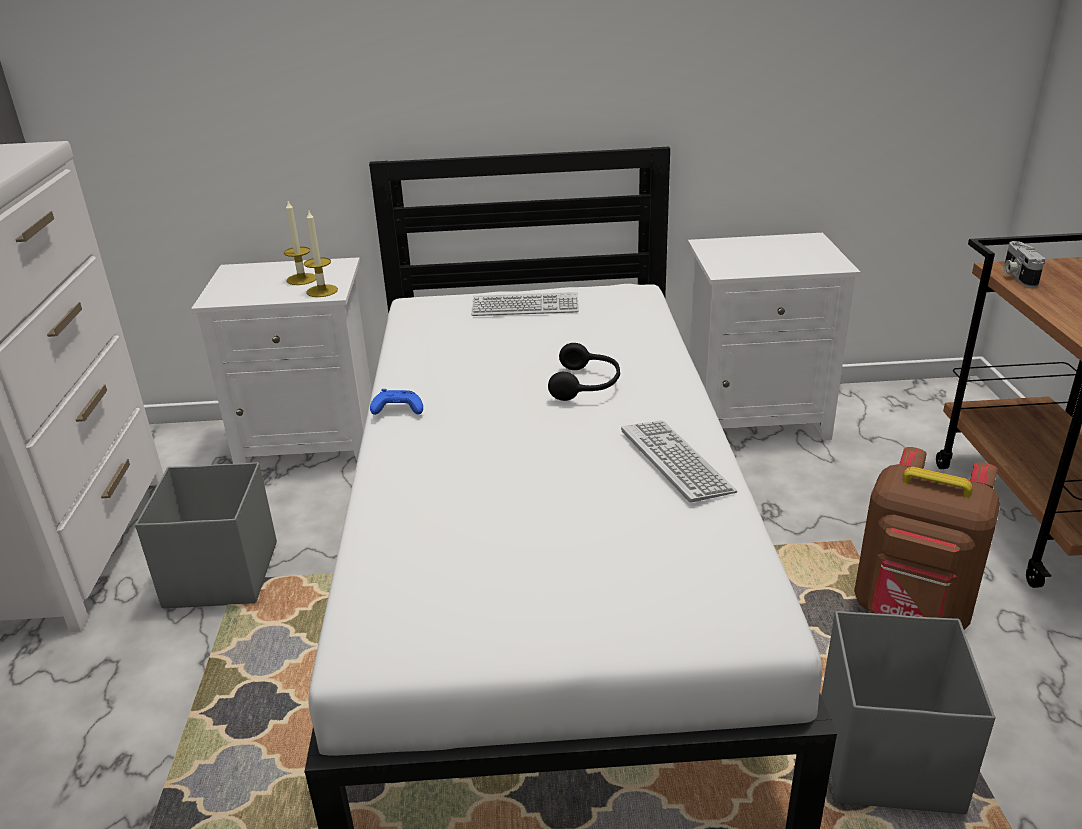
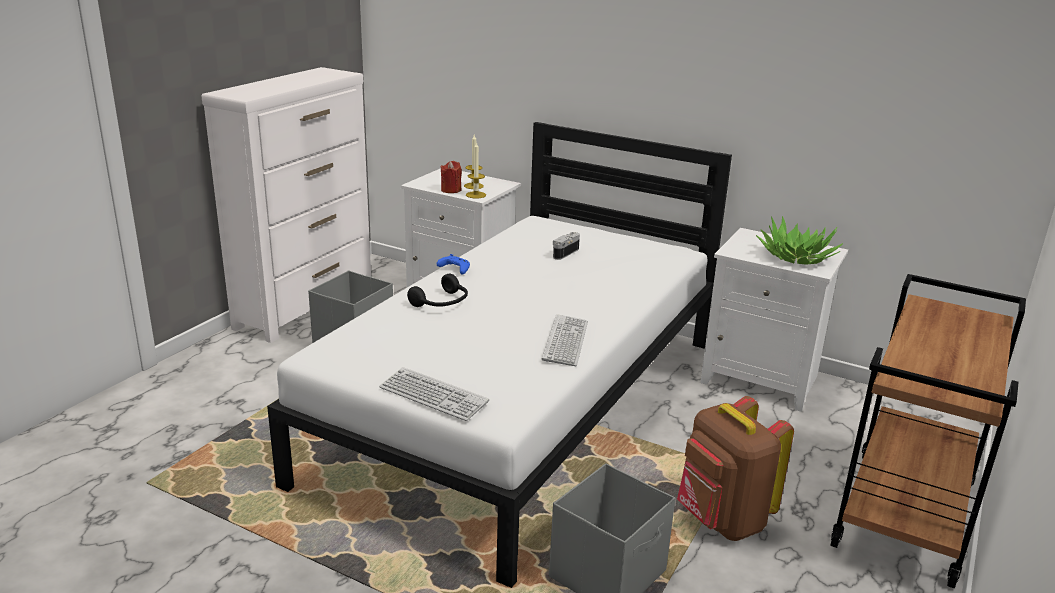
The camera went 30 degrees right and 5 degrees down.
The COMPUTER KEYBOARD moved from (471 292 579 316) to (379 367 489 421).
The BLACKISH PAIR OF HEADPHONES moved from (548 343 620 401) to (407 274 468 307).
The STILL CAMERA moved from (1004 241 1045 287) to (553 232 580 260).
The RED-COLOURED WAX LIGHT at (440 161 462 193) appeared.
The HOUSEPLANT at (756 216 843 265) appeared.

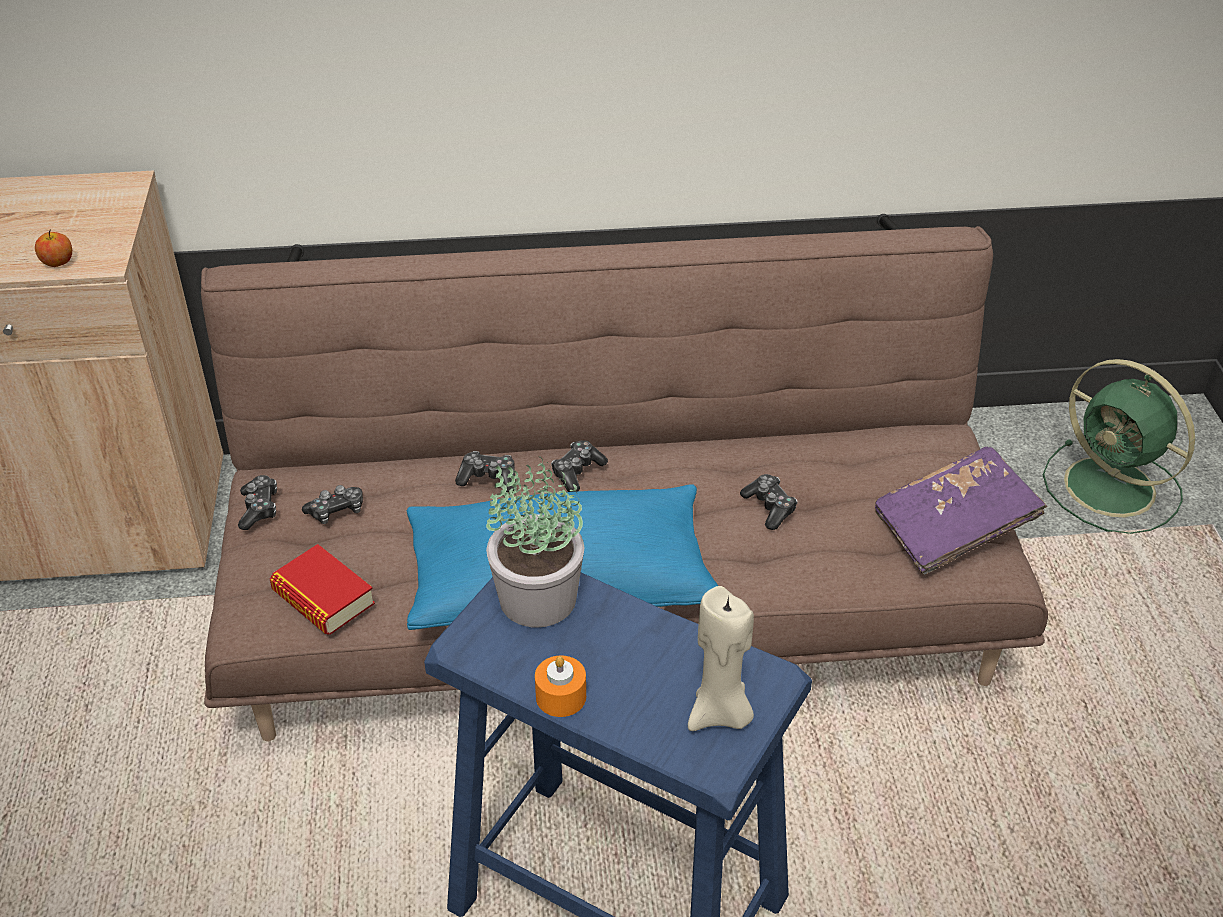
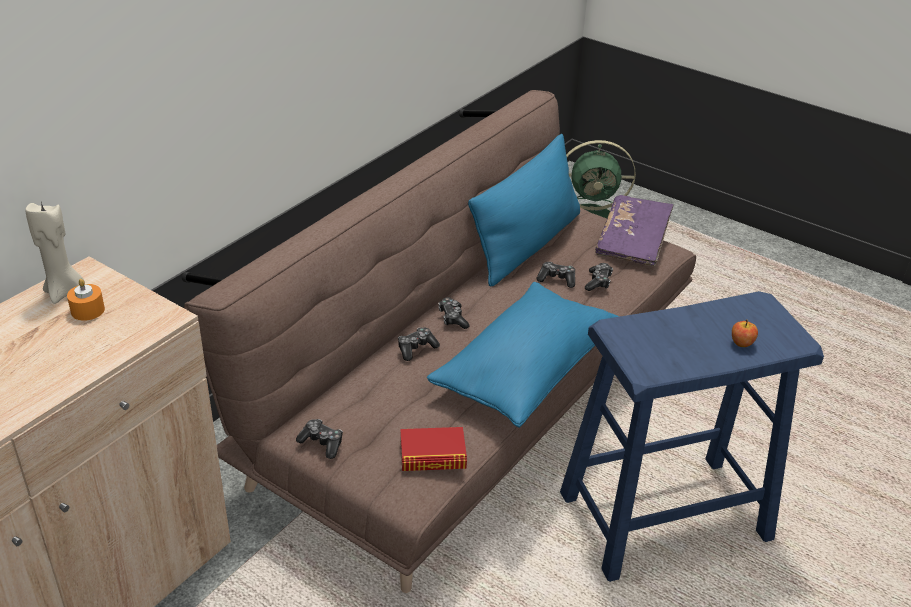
The camera went 50 degrees left and 5 degrees down.
The WHOLE APPLE moved from (35 230 72 267) to (732 319 758 347).
The GAME CONTROLLER moved from (302 485 363 524) to (585 263 613 291).
The HOUSEPLANT at (486 456 585 627) disappeared.
The ORANGE-COLOURED WAX LIGHT moved from (535 655 586 717) to (67 279 105 321).
The BEIGE-COLOURED WAX LIGHT moved from (688 586 754 731) to (25 202 85 304).
The BLUE-COLOURED THROW PILLOW at (468 134 580 287) appeared.

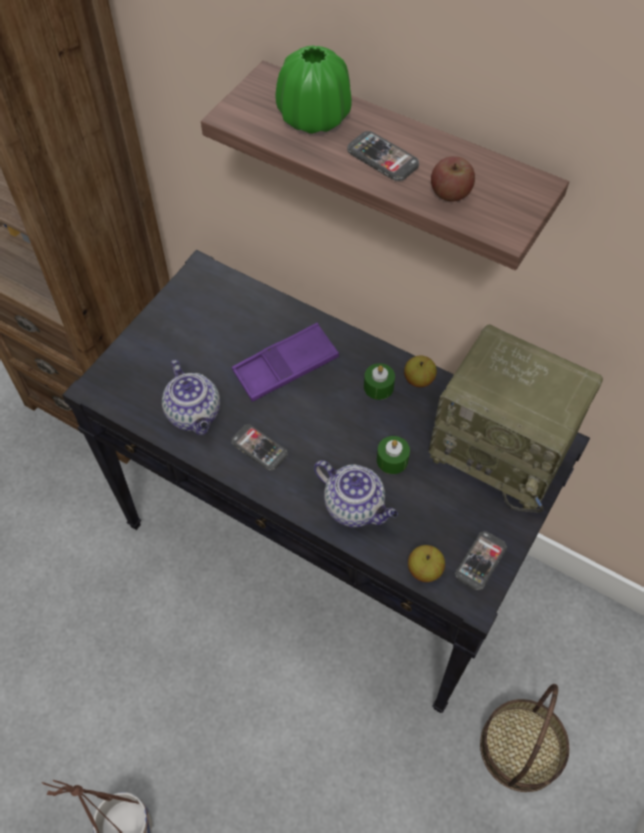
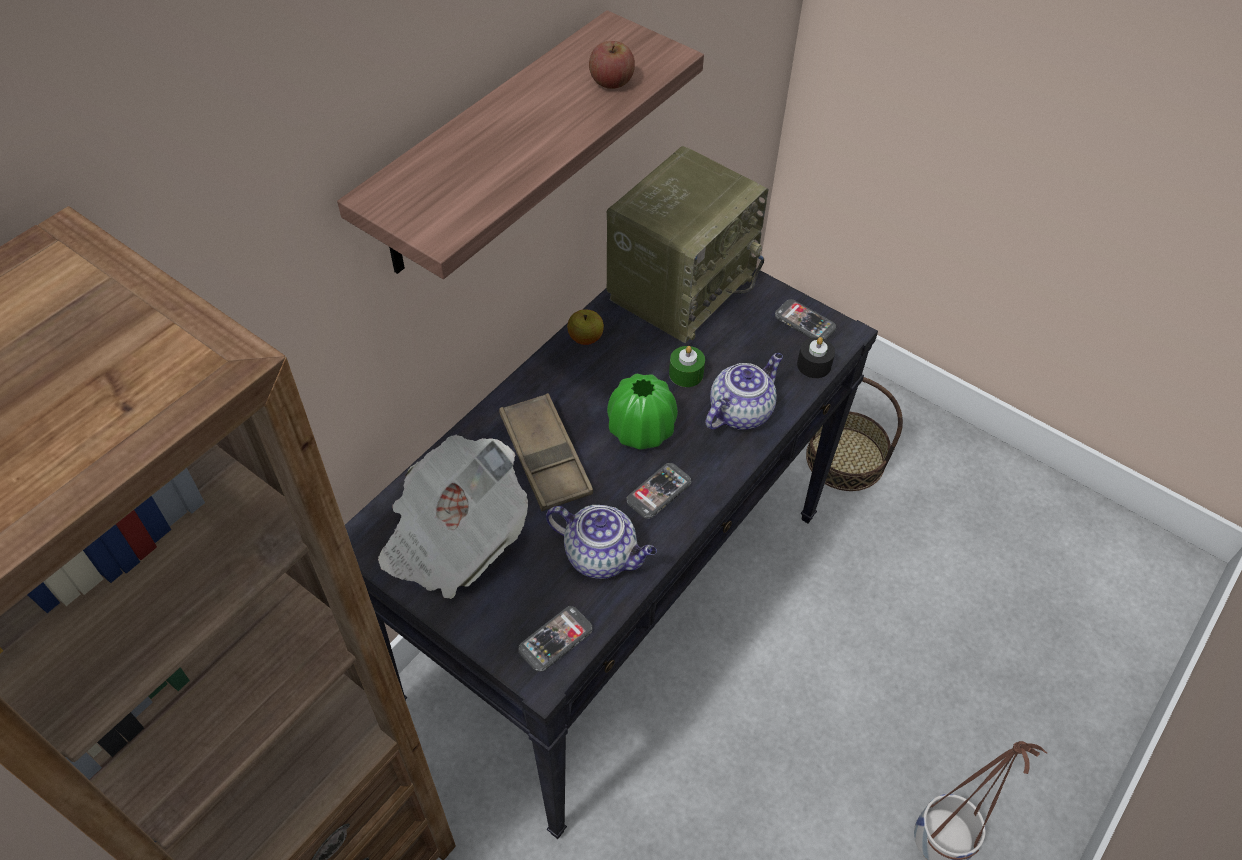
The camera went 85 degrees left and 5 degrees down.
The TEAPOT at (162 360 220 435) turned 45 degrees clockwise.
The PURPLISH TRAY at (232 323 339 402) became the BROWN TRAY at (499 393 593 511).
The GREEN VASE moved from (275 45 352 134) to (607 374 678 450).
The PHONE moved from (347 131 419 181) to (519 606 592 672).
The GREEN WAX LIGHT at (364 363 395 400) disappeared.
The WHOLE APPLE at (408 545 445 582) was replaced by the BLACKISH WAX LIGHT at (797 337 835 378).
The DAILY PAPER at (378 435 528 599) appeared.

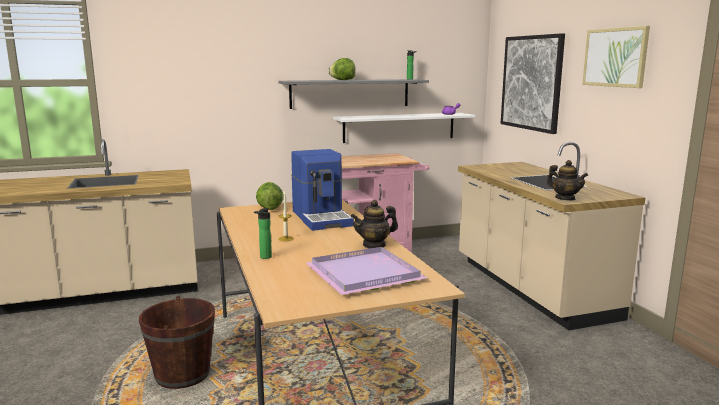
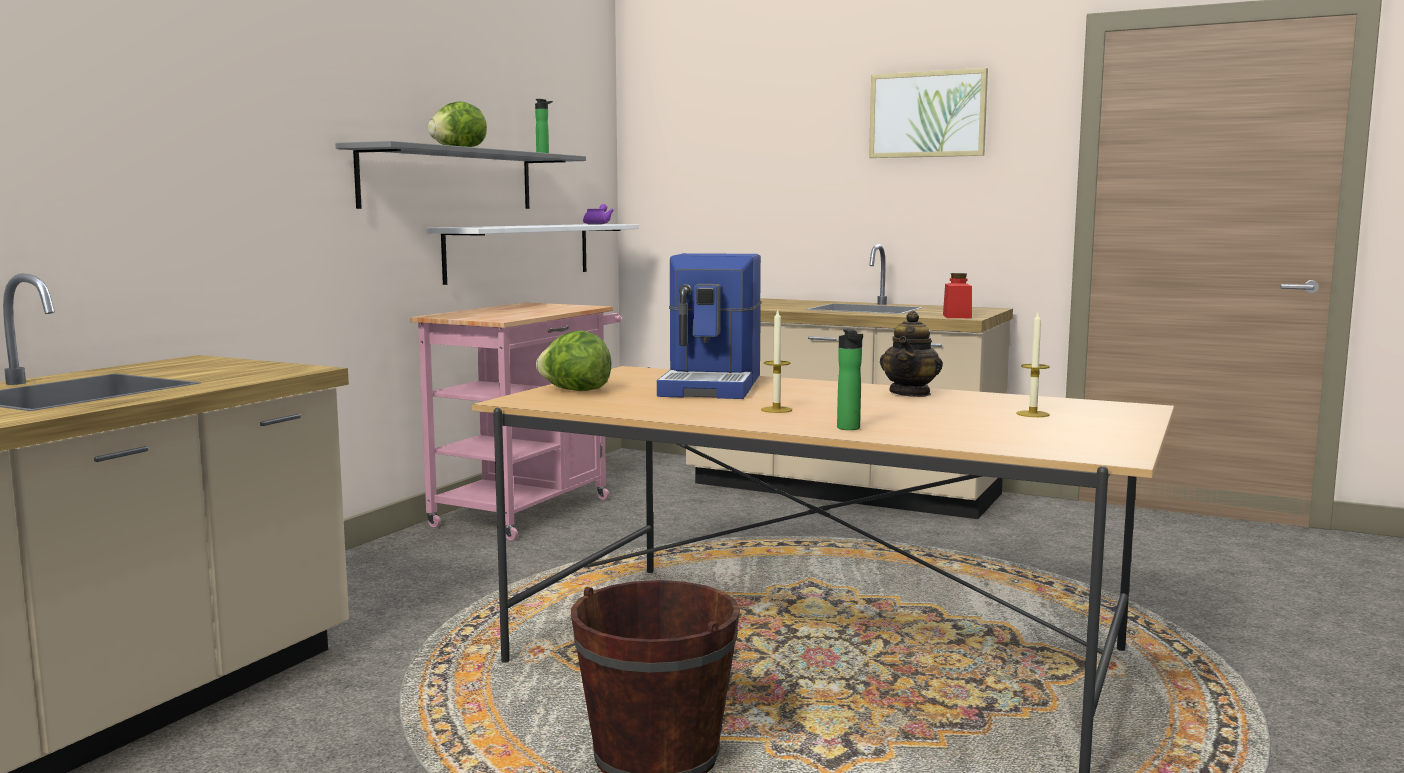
The camera went 45 degrees left and 5 degrees down.
The COFFEE MACHINE at (291 149 354 231) turned 75 degrees clockwise.
The PURPLISH TRAY at (306 247 428 295) was replaced by the WAX LIGHT at (1016 313 1050 417).
The PICTURE at (501 33 565 134) disappeared.
The TEAPOT at (547 160 588 200) was replaced by the RED-COLOURED STORAGE JAR at (943 273 972 318).

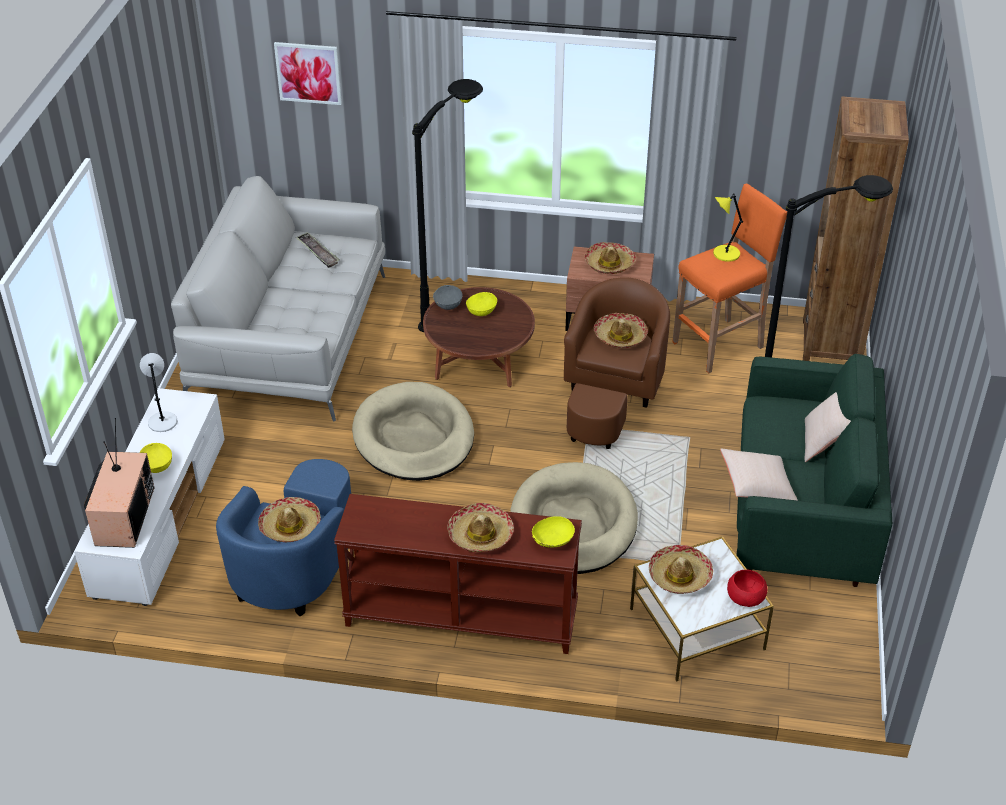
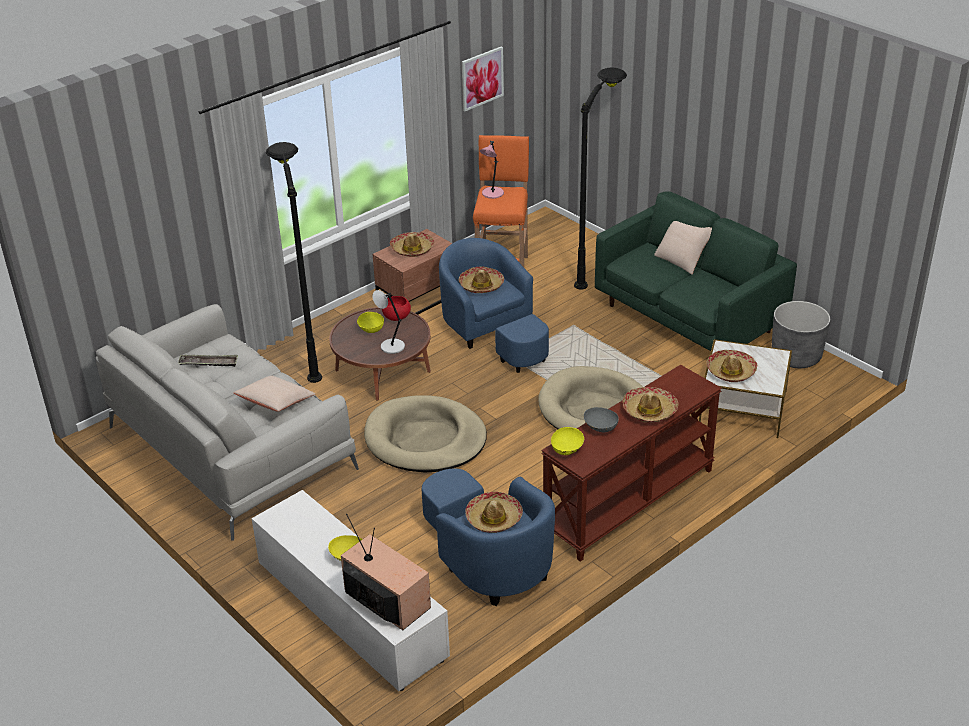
The camera went 50 degrees left and 5 degrees down.
The GREY TABLE LAMP moved from (140 353 178 432) to (372 290 405 354).
The PICTURE moved from (274 42 342 105) to (462 46 504 111).
The GREY SERVING BOWL moved from (433 285 463 310) to (583 407 619 432).
The YELLOW-COLOURED SERVING BOWL moved from (532 516 575 548) to (551 427 584 455).
The BROWN EASY CHAIR at (564 277 670 449) became the BLUE-COLOURED EASY CHAIR at (439 238 549 373).
The YELLOW-COLOURED TABLE LAMP at (713 193 743 262) became the PINKISH TABLE LAMP at (480 141 504 199).
The BEIGE-COLOURED THROW PILLOW moved from (720 449 798 501) to (233 376 315 412).
The RED-COLOURED SERVING BOWL moved from (727 570 767 607) to (382 296 411 321).
The BROWN BOOKCASE at (803 96 909 361) disappeared.
The GREY PLANT POT at (772 301 830 368) appeared.

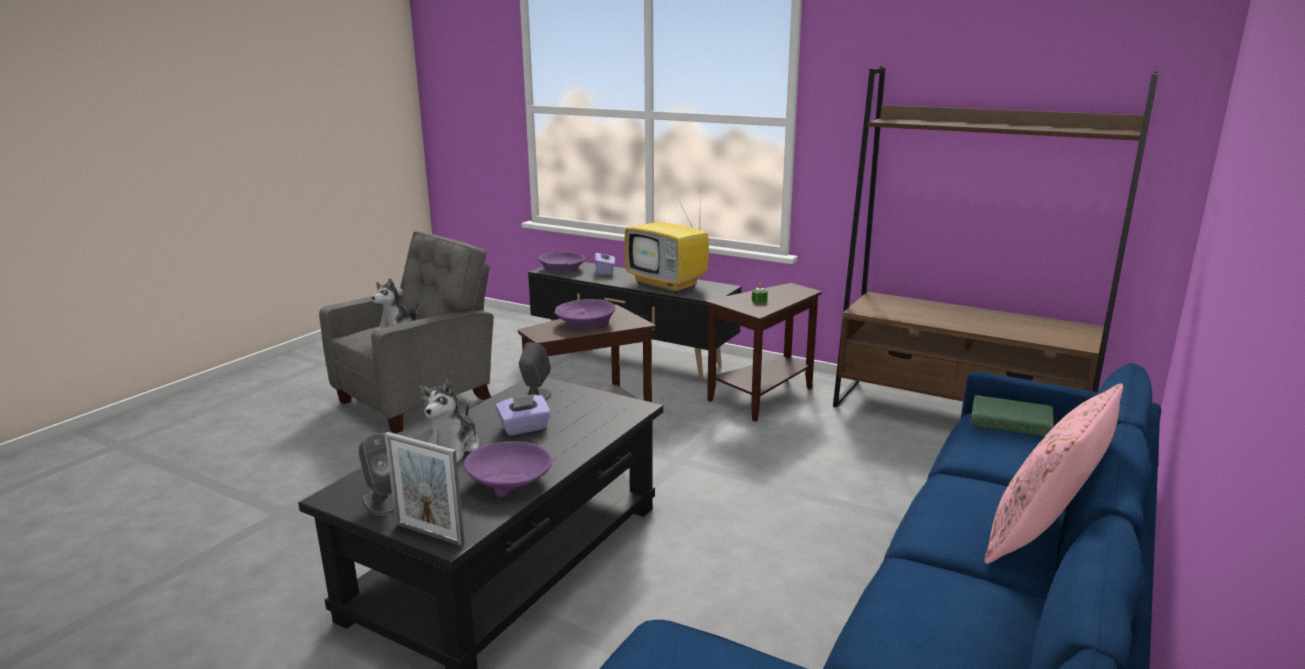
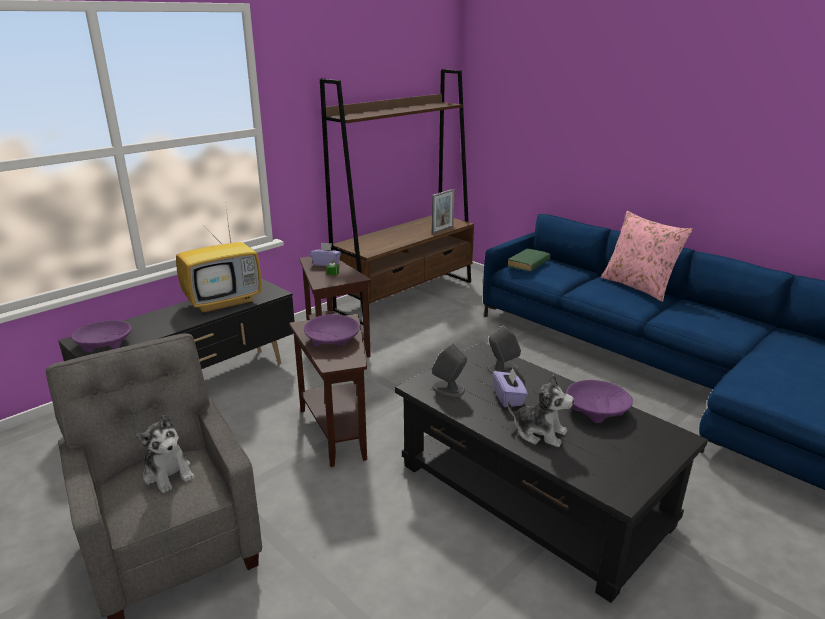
The camera went 75 degrees left and 5 degrees up.
The GREY LOUDSPEAKER moved from (359 433 394 516) to (487 325 521 375).
The PHOTO FRAME moved from (385 432 465 546) to (432 189 454 234).
The PURPLISH TISSUE BOX moved from (595 250 615 275) to (310 242 341 266).

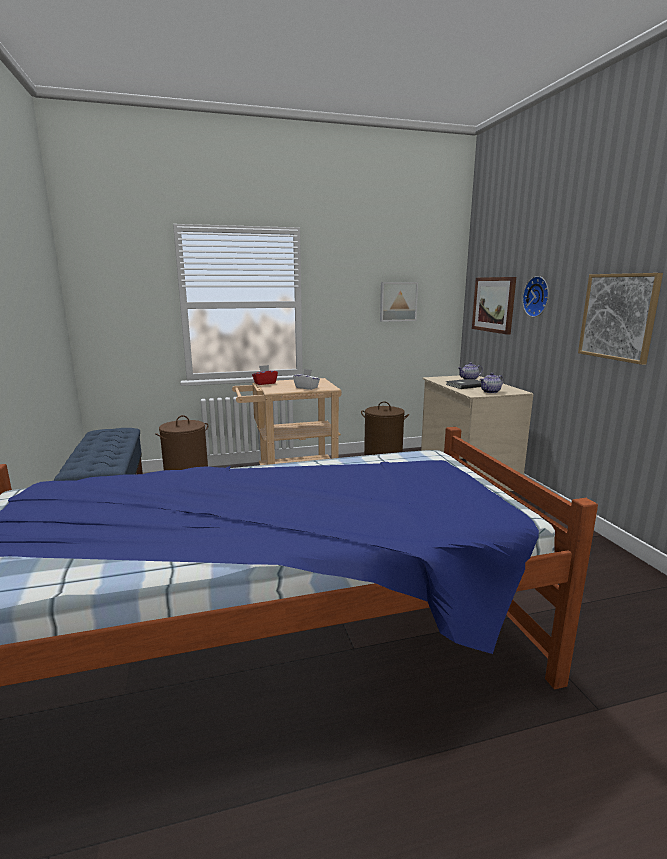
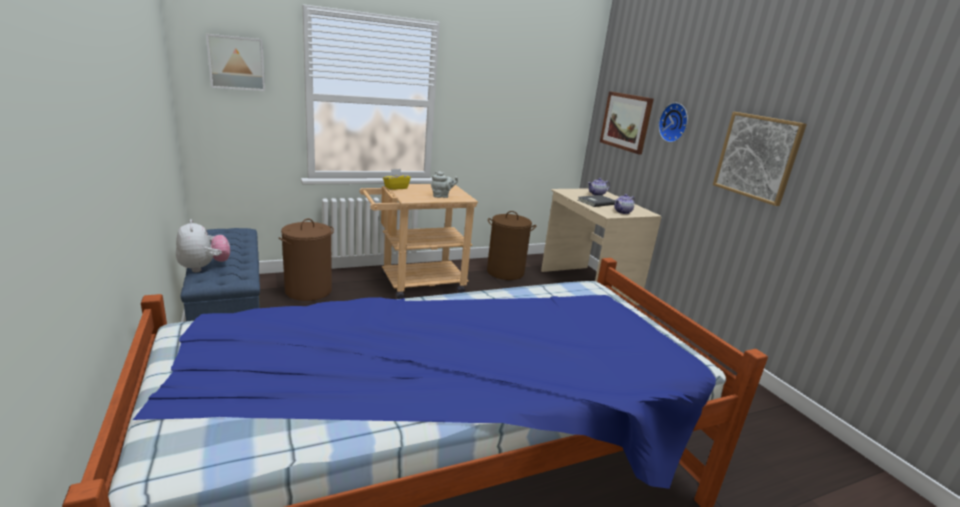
The camera went 10 degrees left and 5 degrees up.
The RED-COLOURED TISSUE BOX at (252 365 278 385) became the YELLOW-COLOURED TISSUE BOX at (383 169 411 190).
The WHITISH TISSUE BOX at (293 369 320 390) was replaced by the GREY TEAPOT at (431 171 458 198).
The PICTURE moved from (380 282 418 322) to (206 34 265 91).
The SOFT TOY at (176 219 230 272) appeared.

